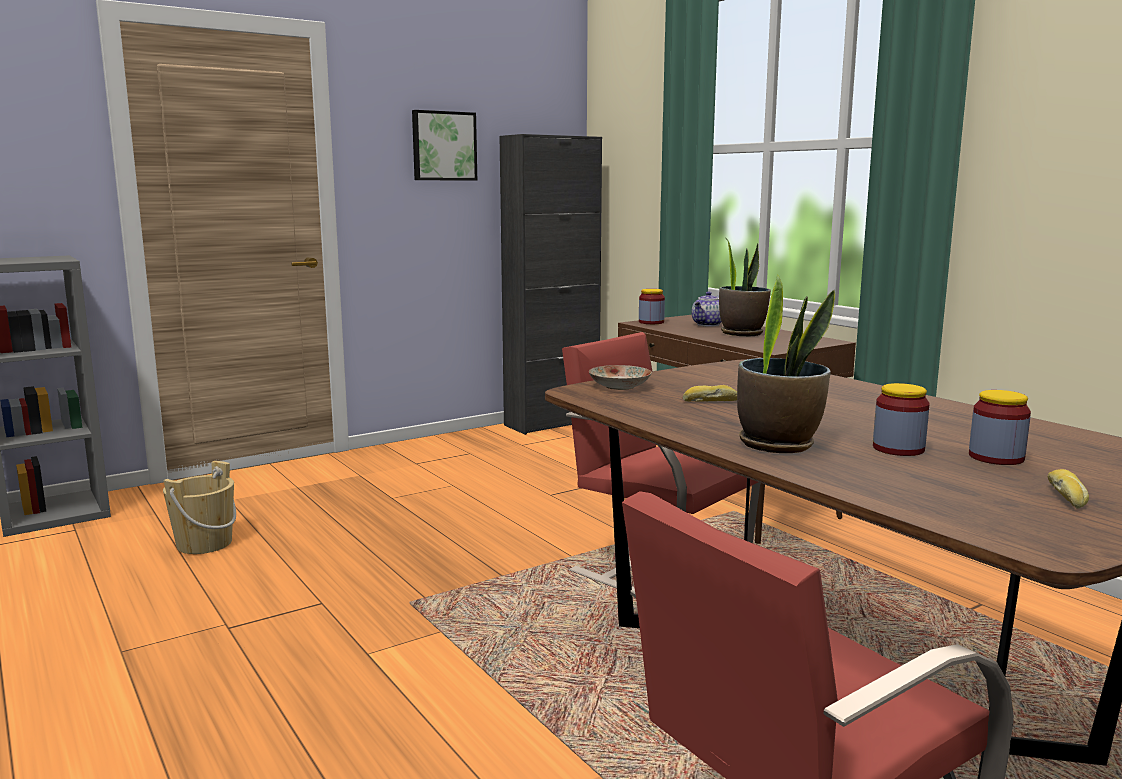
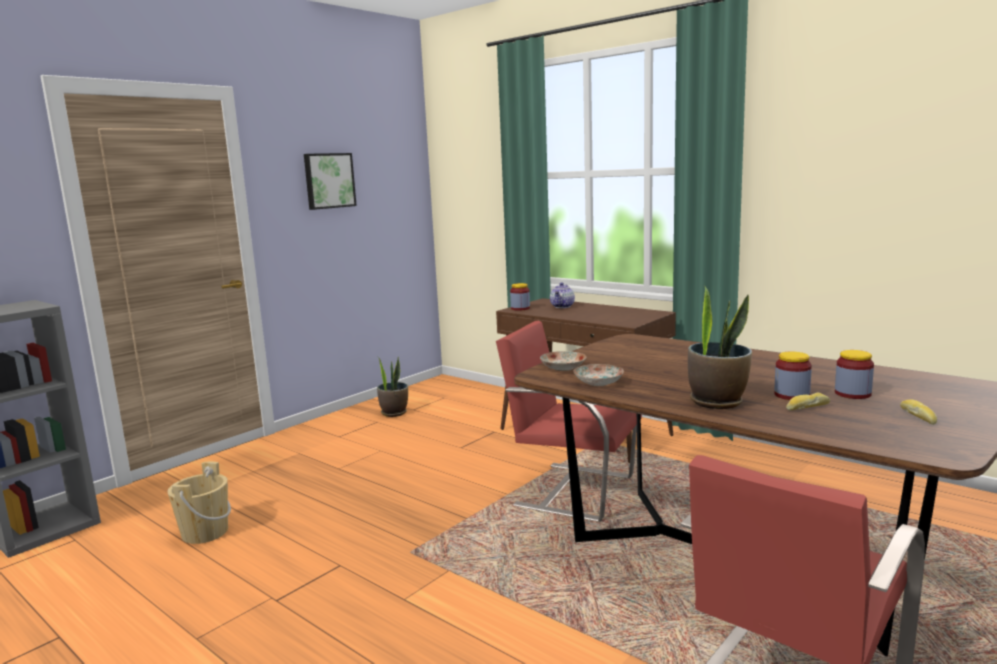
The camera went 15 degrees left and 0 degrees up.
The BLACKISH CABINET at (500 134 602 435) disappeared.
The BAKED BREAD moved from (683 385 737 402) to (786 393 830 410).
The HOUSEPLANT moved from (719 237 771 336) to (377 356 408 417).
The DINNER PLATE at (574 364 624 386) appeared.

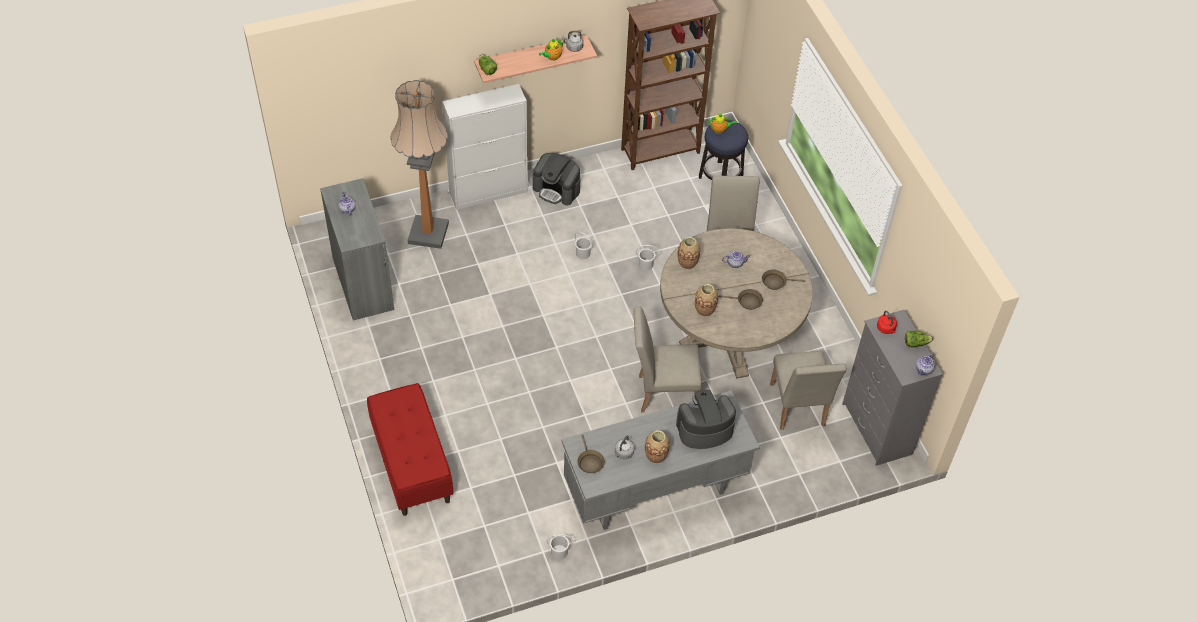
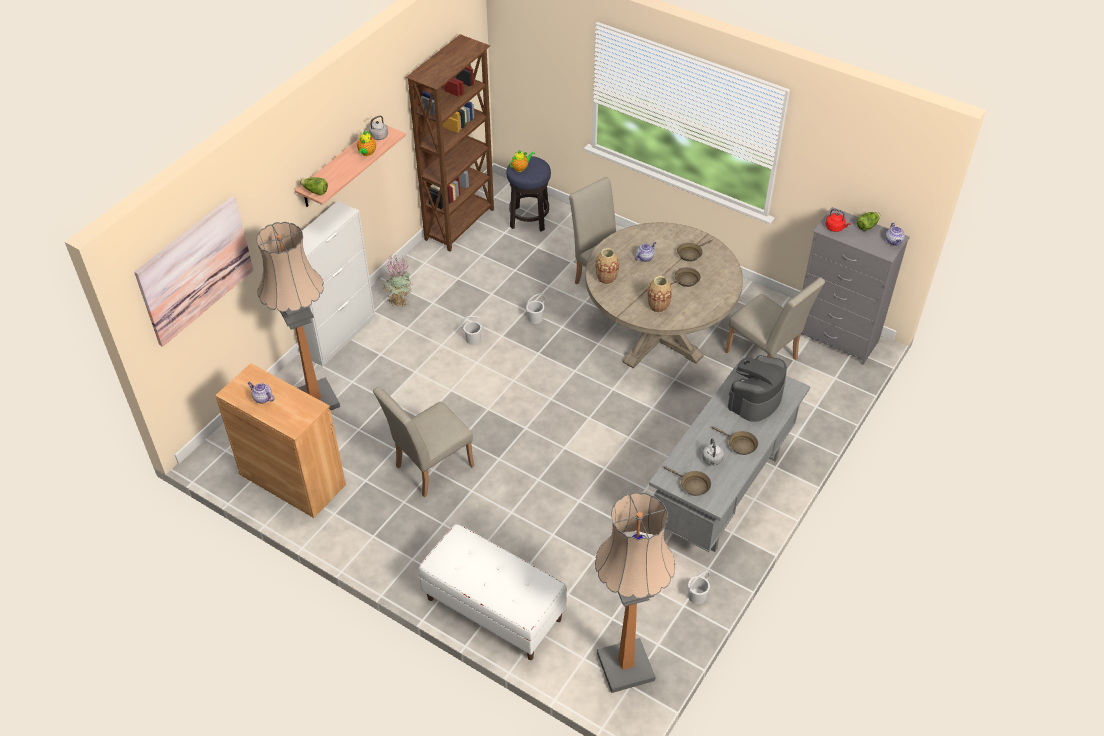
The camera went 35 degrees left and 5 degrees down.
The GREY CABINET at (320 178 394 321) became the BROWN CABINET at (215 363 346 518).
The RED-COLOURED INDOOR BENCH at (367 383 454 516) became the WHITISH INDOOR BENCH at (419 524 567 660).
The COFFEE MACHINE at (533 153 580 205) was replaced by the HOUSEPLANT at (383 255 414 307).
The BEIGE-COLOURED PLAIN CHAIR moved from (633 306 702 412) to (373 387 474 497).
The VASE at (645 430 670 464) was replaced by the BROWN SKILLET at (712 426 758 455).
The PICTURE at (134 196 254 347) appeared.
The FLOOR LAMP at (595 492 675 693) appeared.

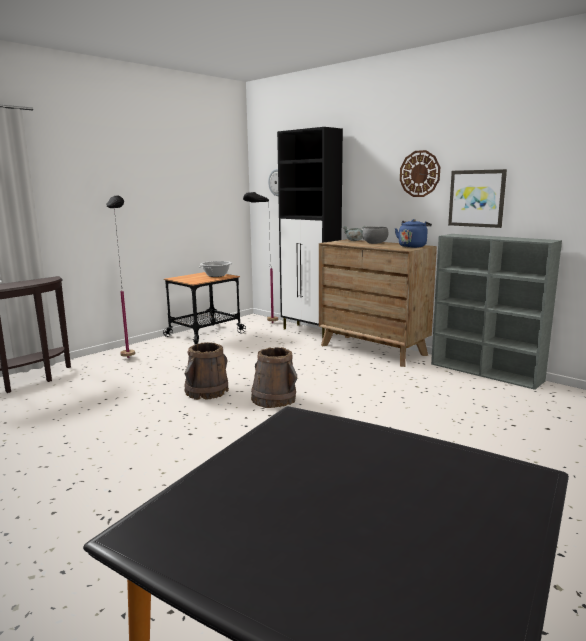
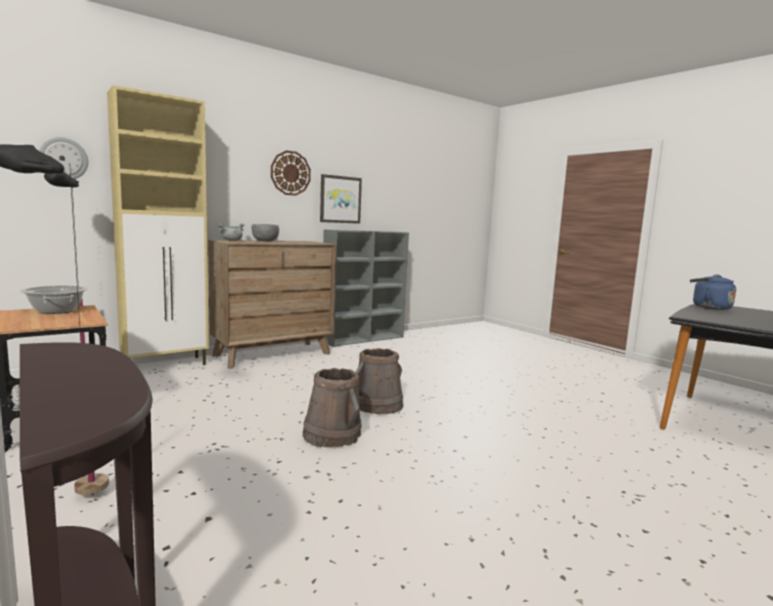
The camera went 80 degrees left and 5 degrees down.
The BLACKISH CABINET at (277 127 343 339) became the BEIGE-COLOURED CABINET at (107 85 209 365).
The BLUE-COLOURED KETTLE moved from (395 219 432 248) to (690 274 736 310).

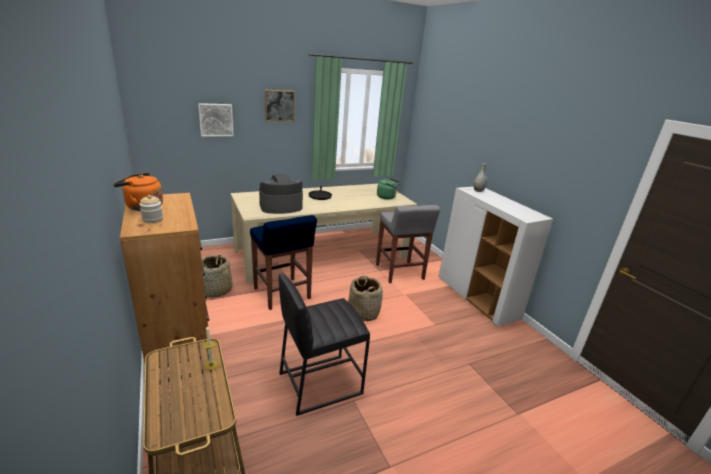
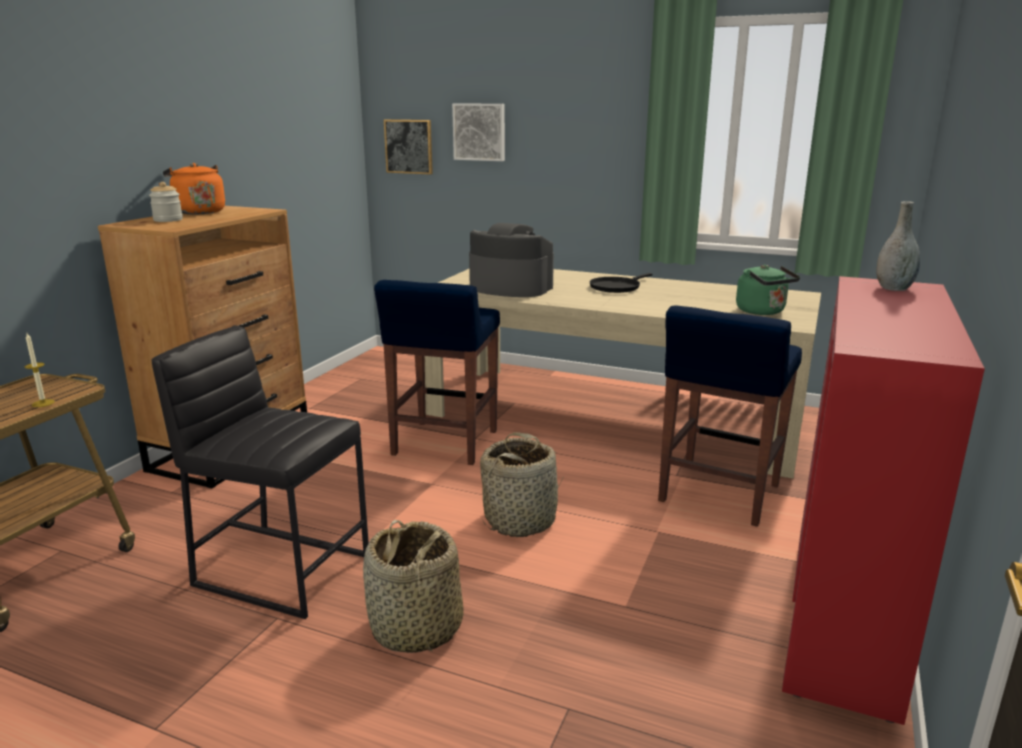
The camera went 50 degrees right and 5 degrees down.
The STORAGE BASKET moved from (201 255 234 297) to (363 520 463 653).
The PICTURE moved from (265 90 295 121) to (384 119 433 175).
The GREY STOOL at (376 205 441 283) became the BLUE-COLOURED STOOL at (658 306 802 527).
The WHITISH CABINET at (439 187 553 326) became the RED-COLOURED CABINET at (782 276 985 725).

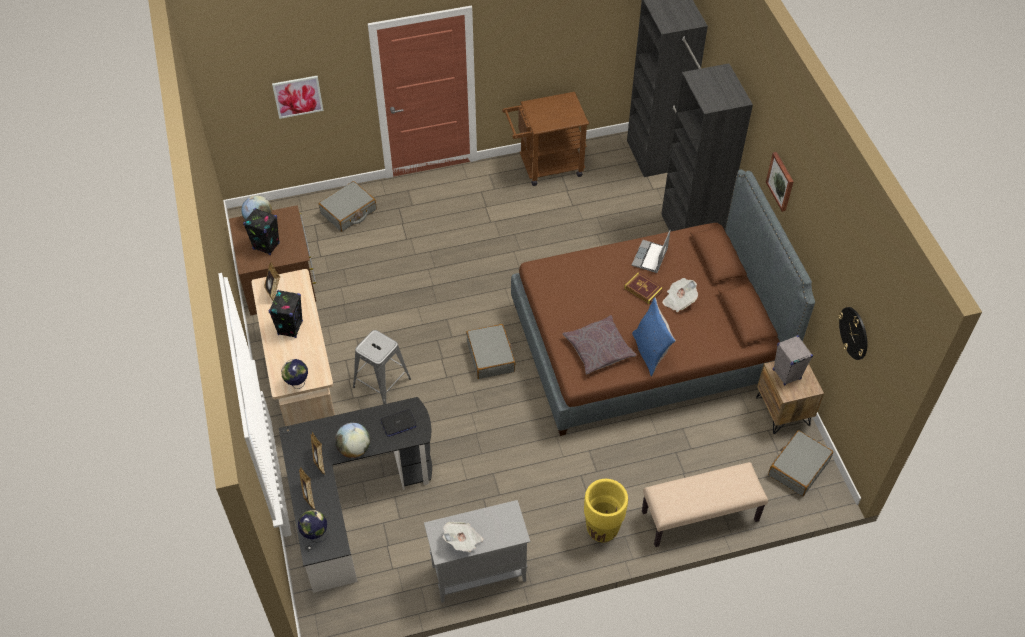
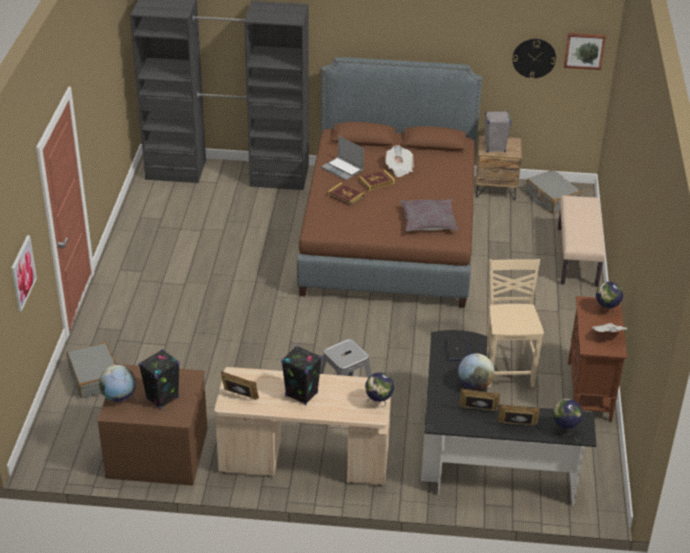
The camera went 70 degrees left and 15 degrees down.
The GREY CABINET at (424 500 530 603) became the BROWN CABINET at (568 296 627 422).
The GREY PIECE OF LUGGAGE at (466 324 515 379) disappeared.
The BROWN WHEELED CART at (502 92 589 186) disappeared.
The YELLOW-COLOURED PLANT POT at (584 479 628 542) disappeared.
The BLUE-COLOURED THROW PILLOW at (632 298 676 376) disappeared.
The PICTURE moved from (766 152 794 212) to (564 33 606 70).
The VOLUME at (328 183 364 206) appeared.
The BEIGE-COLOURED PLAIN CHAIR at (487 259 544 388) appeared.
The GLOBE at (596 282 623 315) appeared.

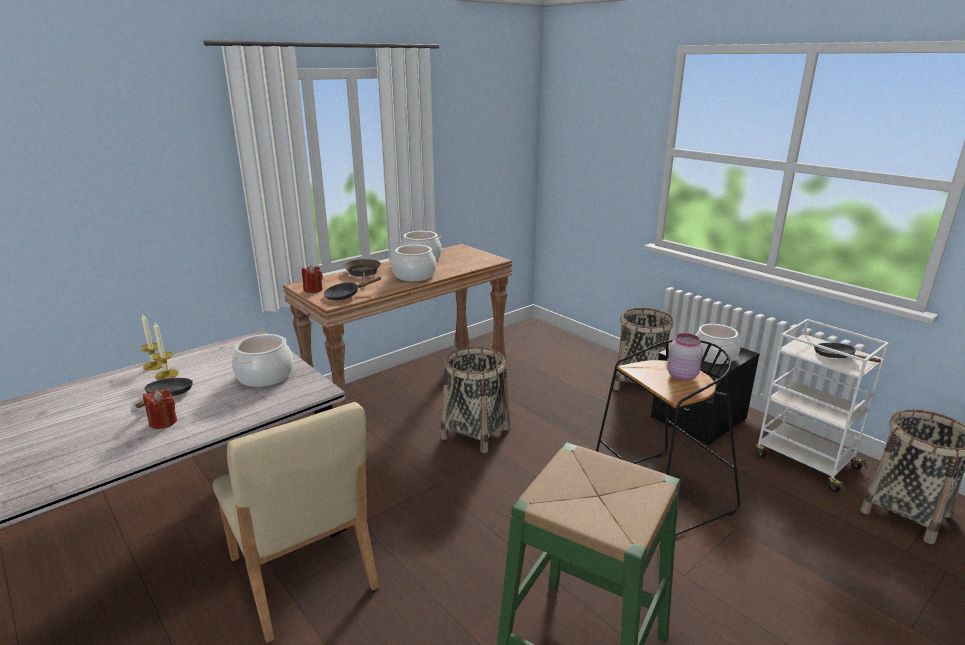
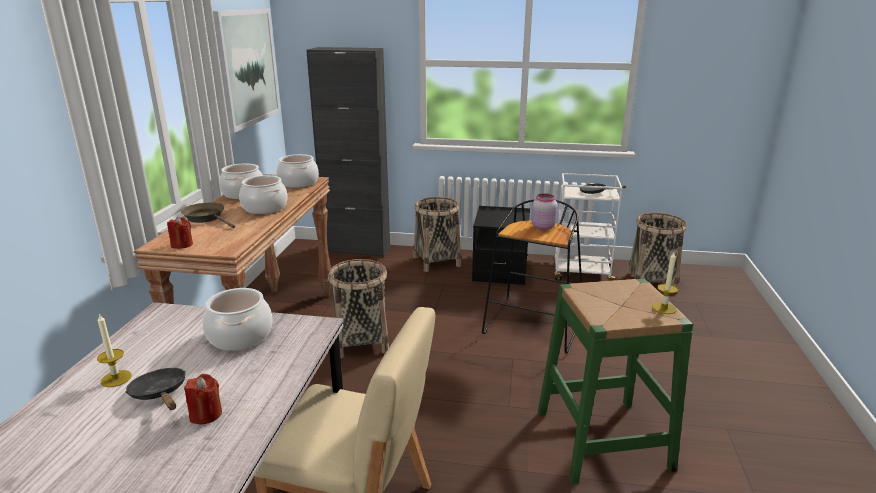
The camera went 40 degrees left and 0 degrees up.
The WAX LIGHT moved from (140 313 162 370) to (652 252 678 314).
The BLACKISH SKILLET at (324 277 382 301) disappeared.
The COOKING POT moved from (695 324 741 364) to (277 154 319 188).
The PICTURE at (213 9 280 133) appeared.
The BLACKISH CABINET at (306 47 390 257) appeared.

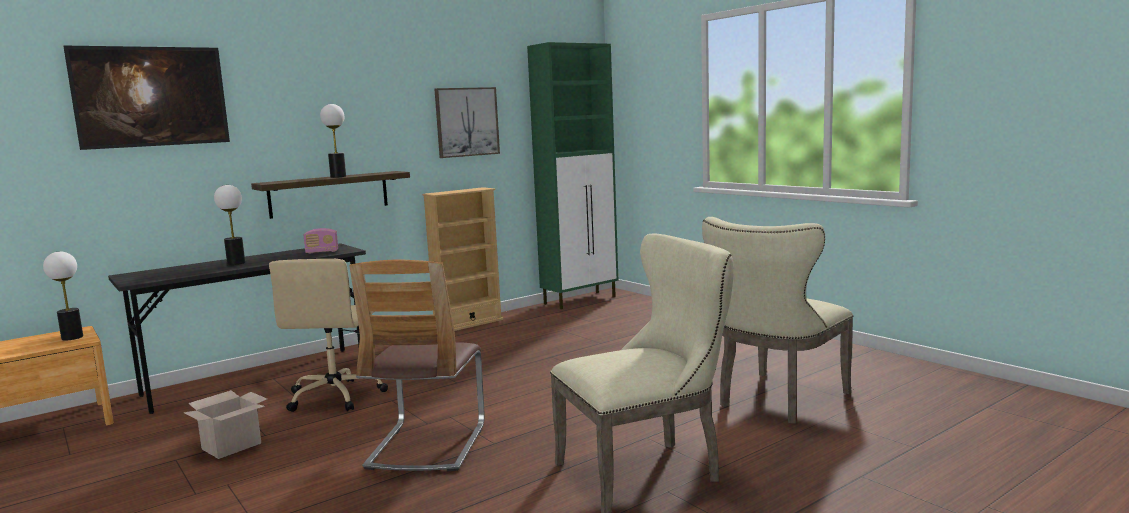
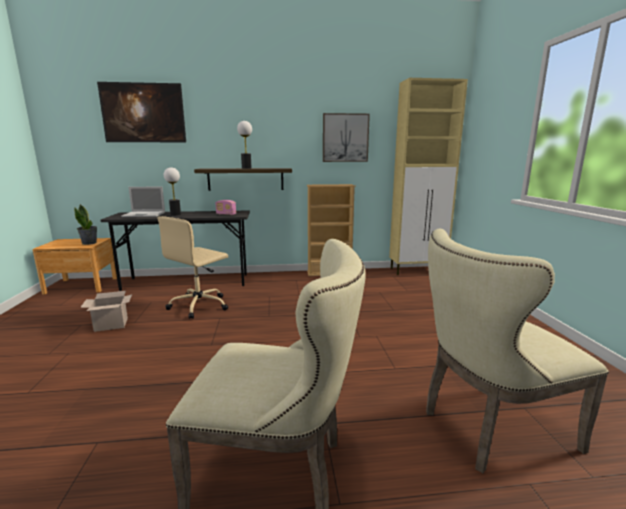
The camera went 30 degrees right and 5 degrees up.
The TABLE LAMP at (43 252 83 341) was replaced by the HOUSEPLANT at (74 204 97 245).
The PLAIN CHAIR at (350 260 485 471) disappeared.
The GREEN CABINET at (527 42 619 309) became the BEIGE-COLOURED CABINET at (389 78 468 275).
The PORTABLE COMPUTER at (121 187 165 217) appeared.

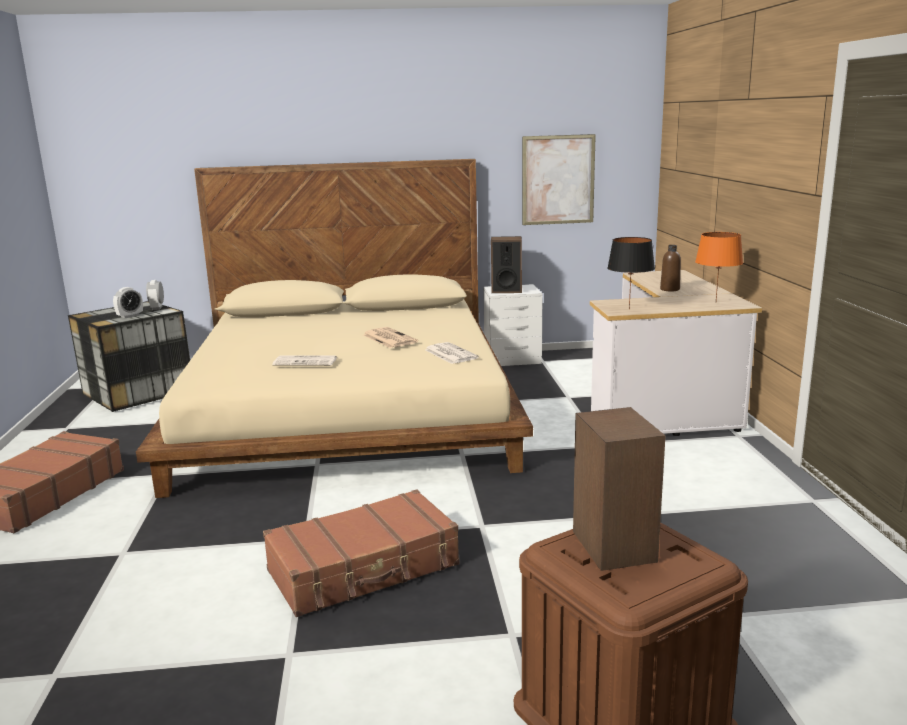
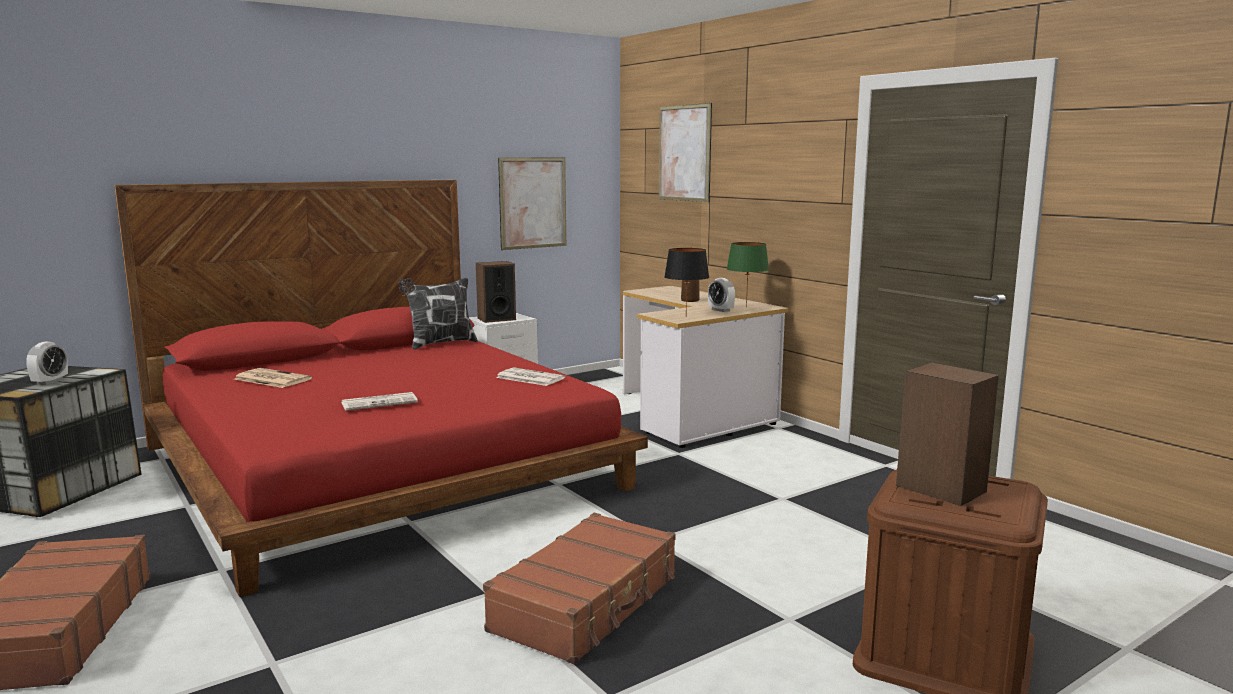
The camera went 30 degrees left and 5 degrees down.
The BEIGE-COLOURED BED at (136 159 533 498) became the RED-COLOURED BED at (114 180 648 597).
The TABLE CLOCK moved from (146 280 164 310) to (708 278 735 312).
The DAILY PAPER moved from (363 327 418 348) to (234 368 312 388).
The ORANGE-COLOURED TABLE LAMP at (695 232 743 300) became the GREEN TABLE LAMP at (727 242 769 307).
The THROW PILLOW at (398 278 478 350) appeared.
The PICTURE at (659 103 712 202) appeared.

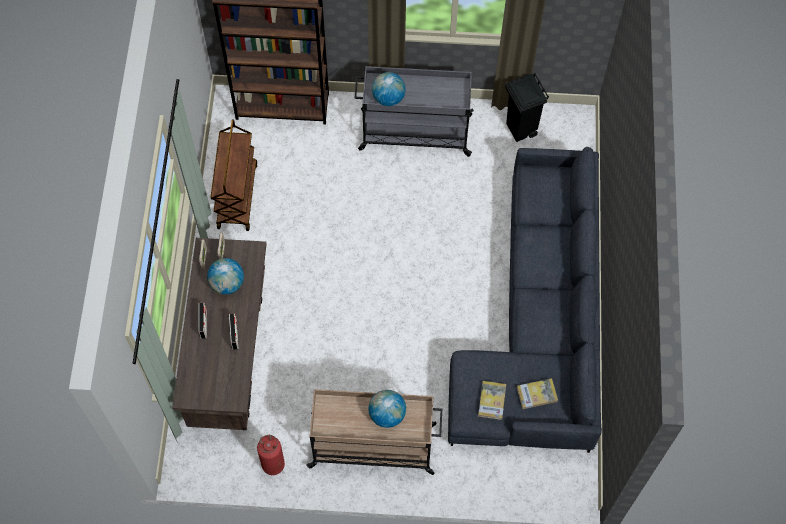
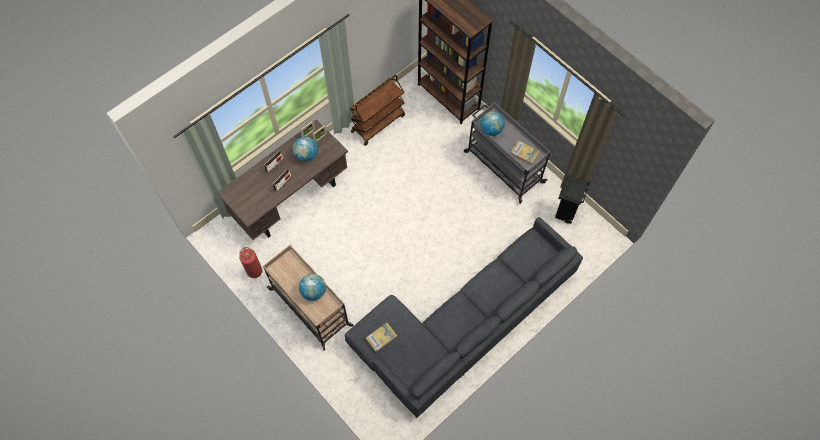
The camera went 45 degrees right and 0 degrees up.
The VOLUME moved from (517 378 558 409) to (510 141 540 165).

